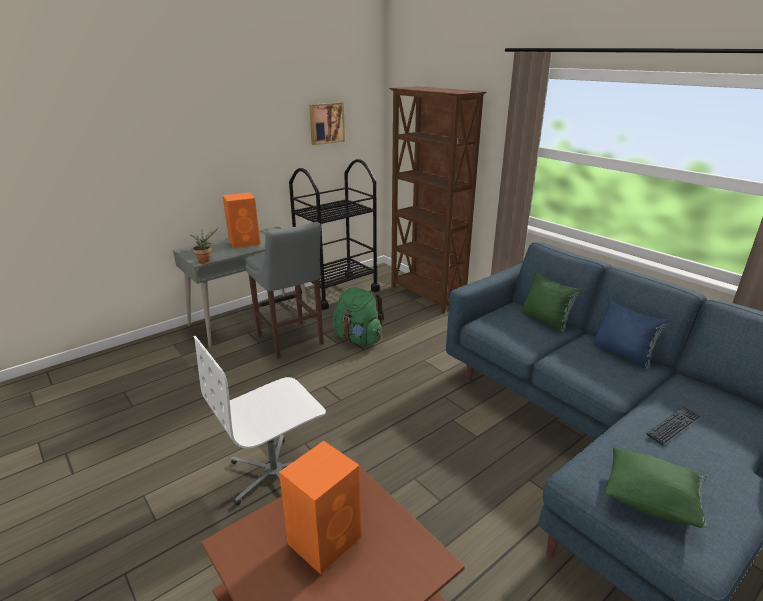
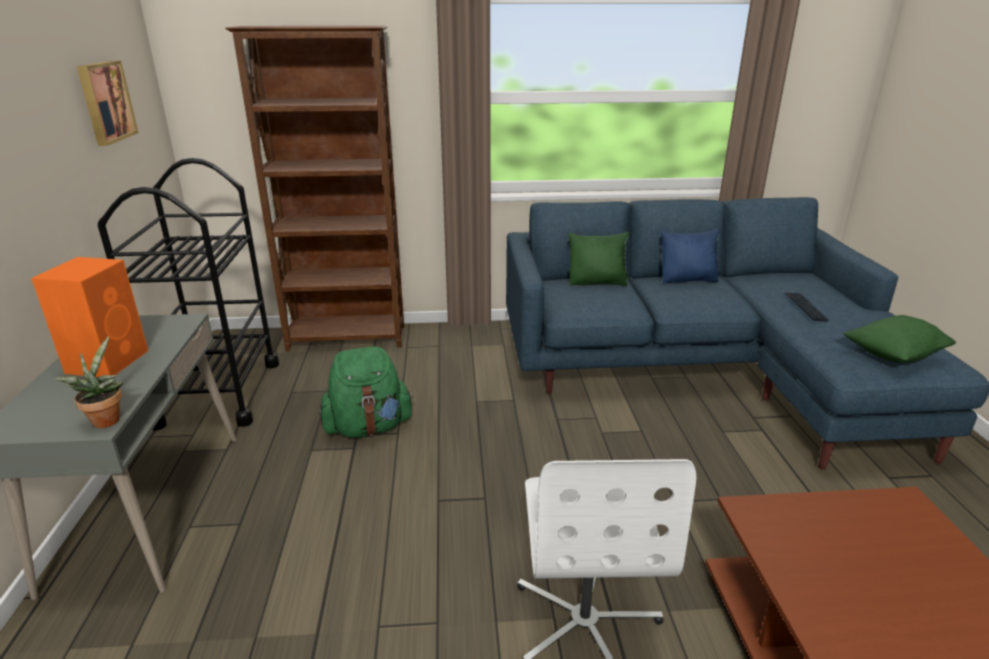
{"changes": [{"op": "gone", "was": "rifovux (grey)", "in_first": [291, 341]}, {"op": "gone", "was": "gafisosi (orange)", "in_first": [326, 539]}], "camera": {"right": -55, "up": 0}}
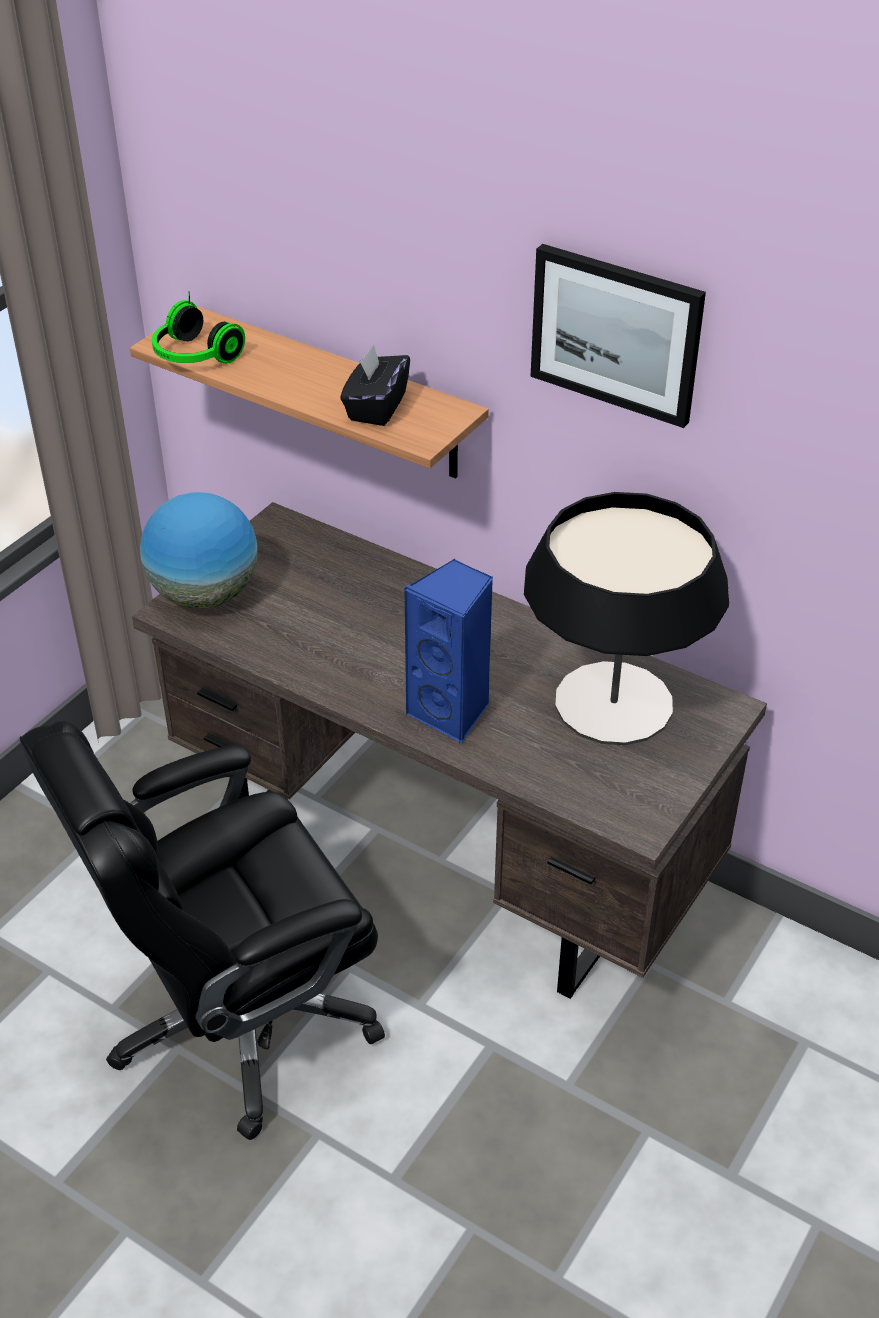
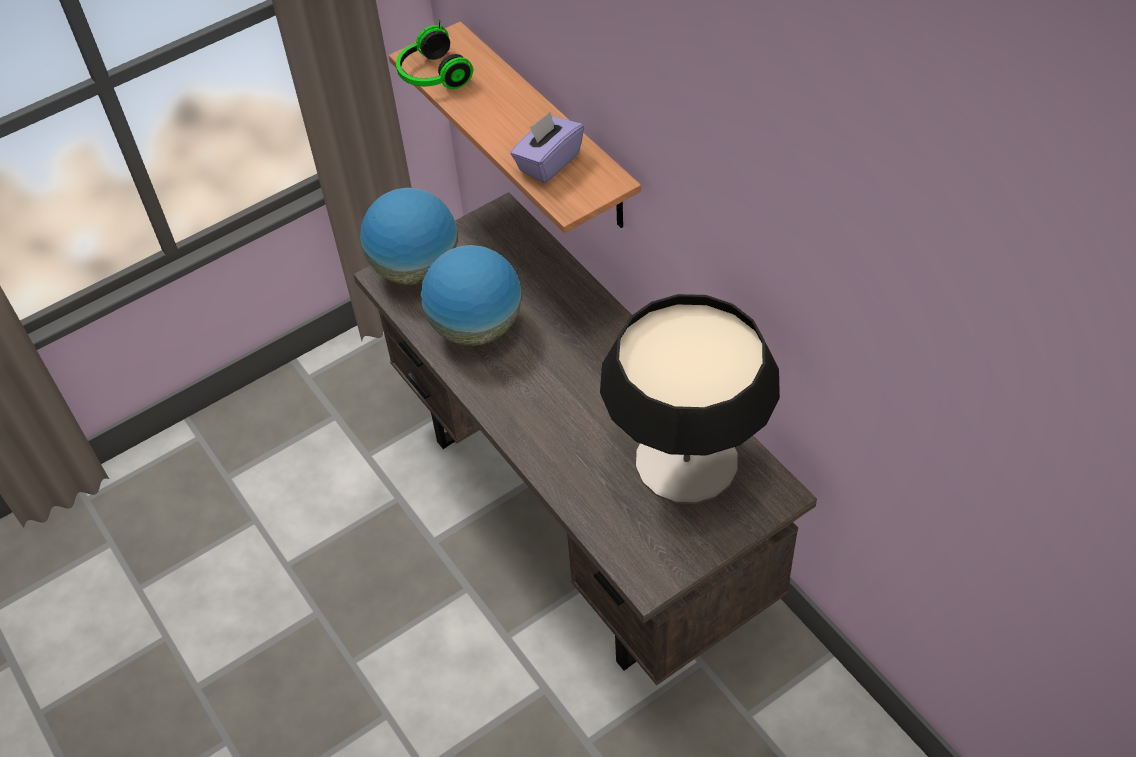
{"changes": [{"op": "gone", "was": "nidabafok", "in_first": [616, 333]}, {"op": "repainted", "was": "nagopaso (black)", "now": "nagopaso (purple)", "in_first": [376, 407], "in_second": [548, 162]}, {"op": "gone", "was": "gafisosi (blue)", "in_first": [452, 712]}, {"op": "gone", "was": "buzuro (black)", "in_first": [237, 1020]}, {"op": "new", "now": "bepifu", "in_second": [476, 328]}], "camera": {"right": 25, "up": 10}}
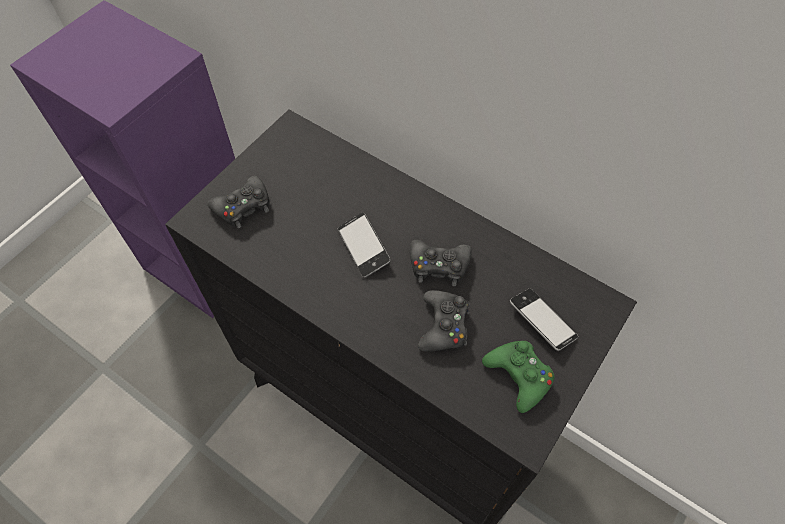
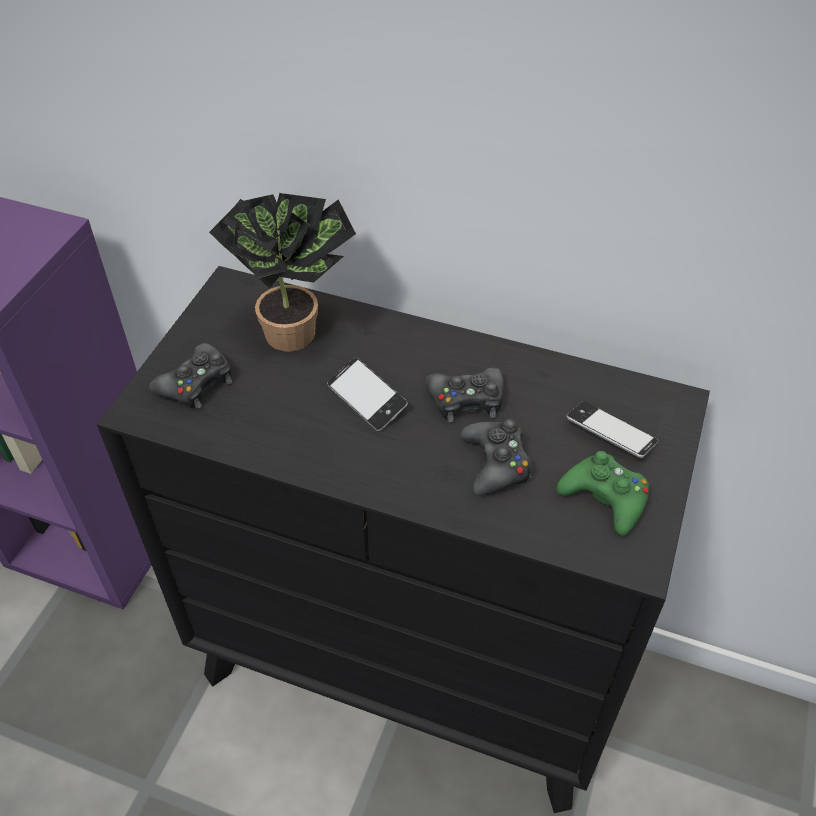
{"changes": [{"op": "new", "now": "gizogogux", "in_second": [297, 330]}], "camera": {"right": -15, "up": -10}}
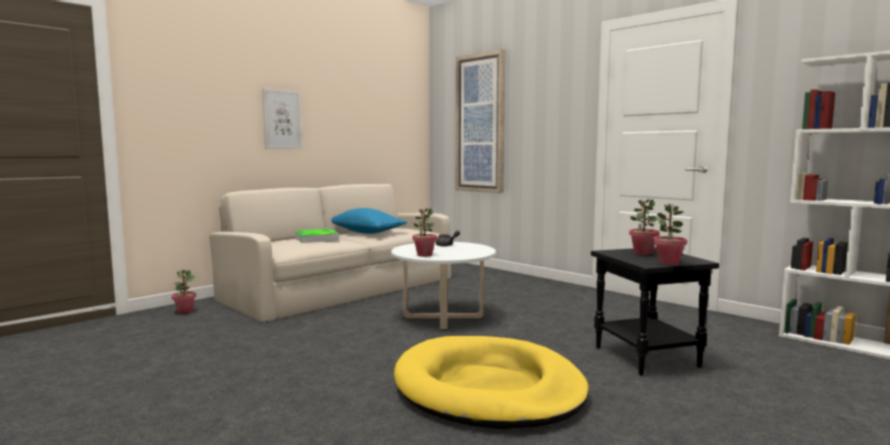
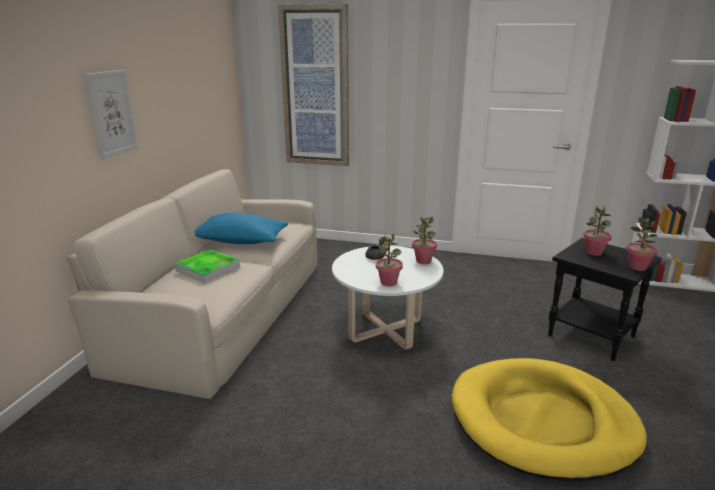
{"changes": [{"op": "shifted", "was": "gizogogux", "in_first": [185, 311], "in_second": [423, 261]}], "camera": {"right": -30, "up": 15}}
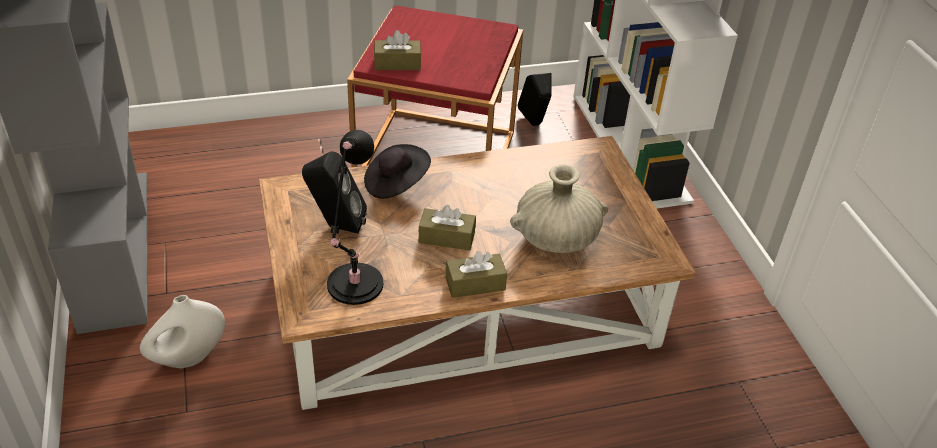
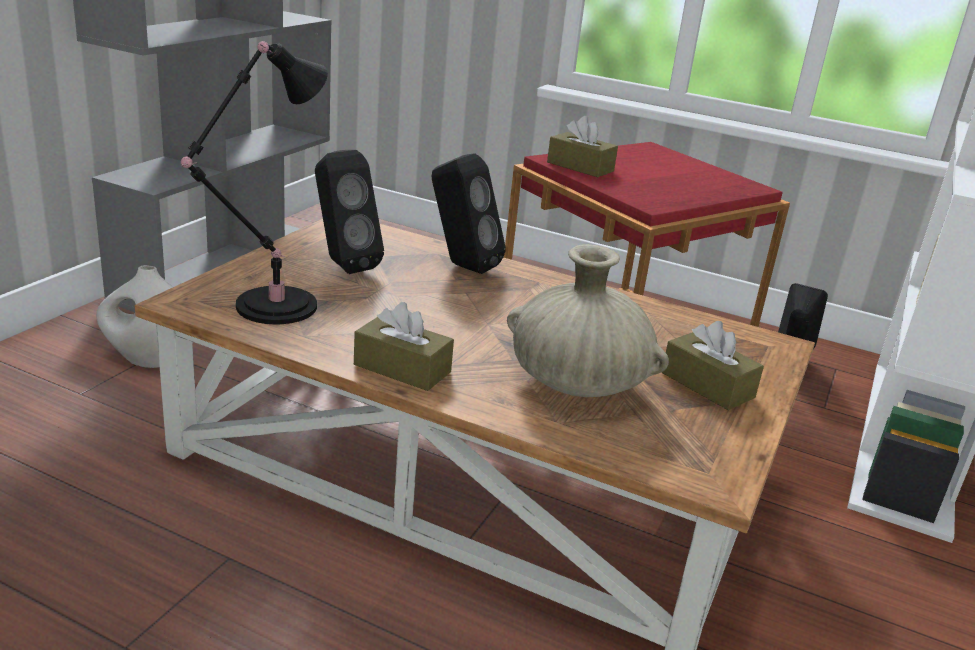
{"changes": [{"op": "swapped", "was": "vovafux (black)", "now": "gafisosi (black)", "in_first": [396, 184], "in_second": [461, 265]}, {"op": "shifted", "was": "nagopaso (brown)", "in_first": [446, 237], "in_second": [707, 385]}], "camera": {"right": 40, "up": -15}}
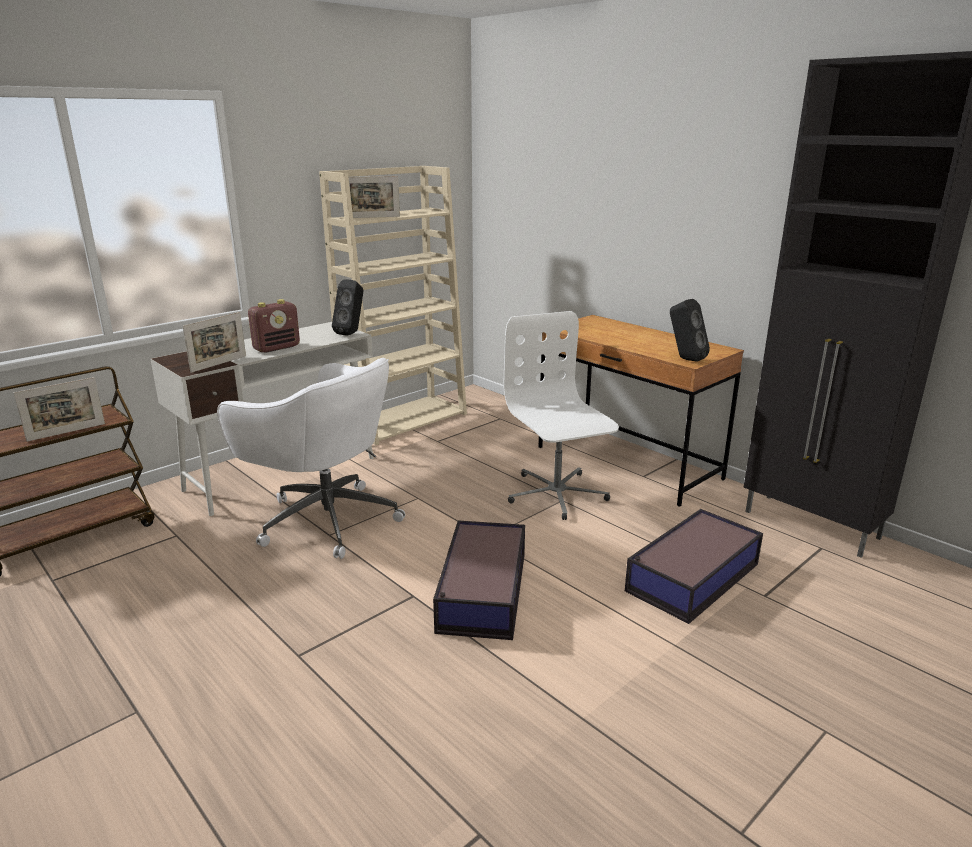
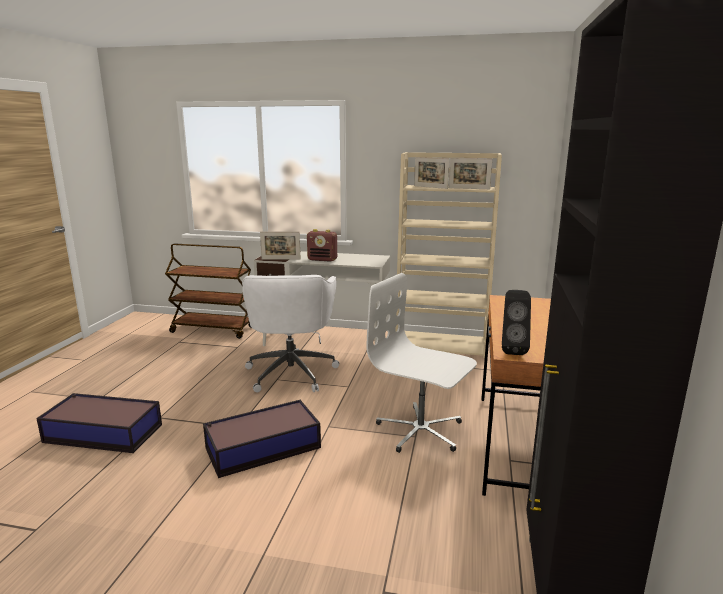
{"changes": [{"op": "gone", "was": "gafisosi (black)", "in_first": [352, 333]}, {"op": "rotated", "was": "buzuro (white)", "in_first": [556, 494], "in_second": [420, 431], "clockwise": -90}, {"op": "shifted", "was": "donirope", "in_first": [66, 432], "in_second": [469, 188]}, {"op": "shifted", "was": "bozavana", "in_first": [691, 578], "in_second": [102, 433]}], "camera": {"right": 55, "up": -5}}
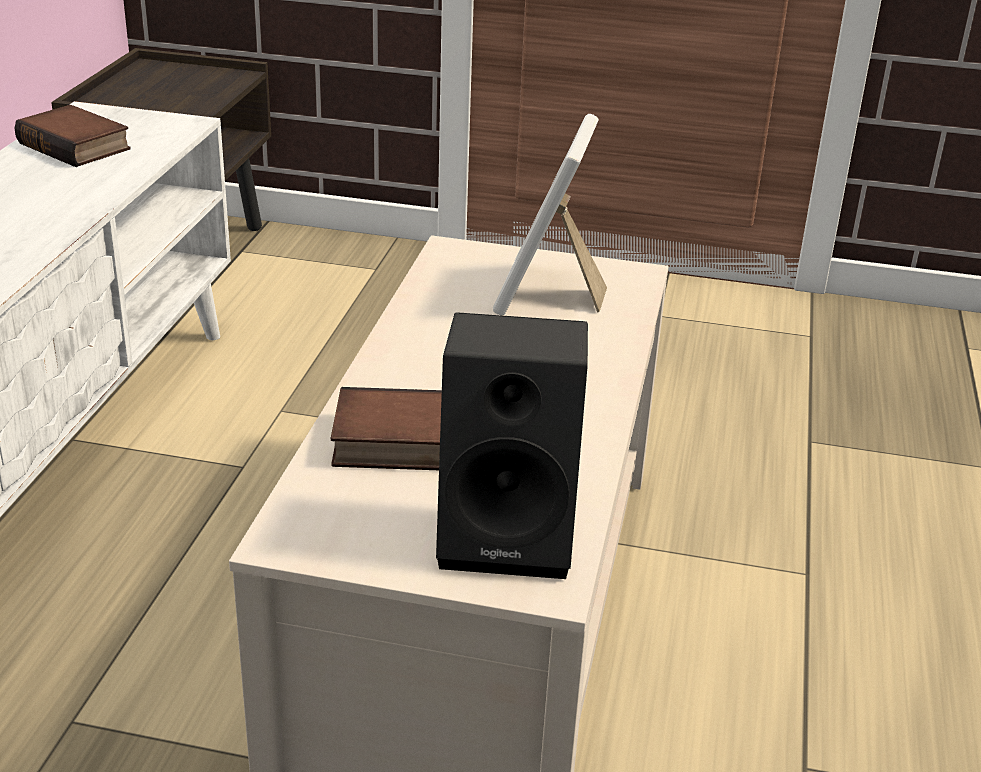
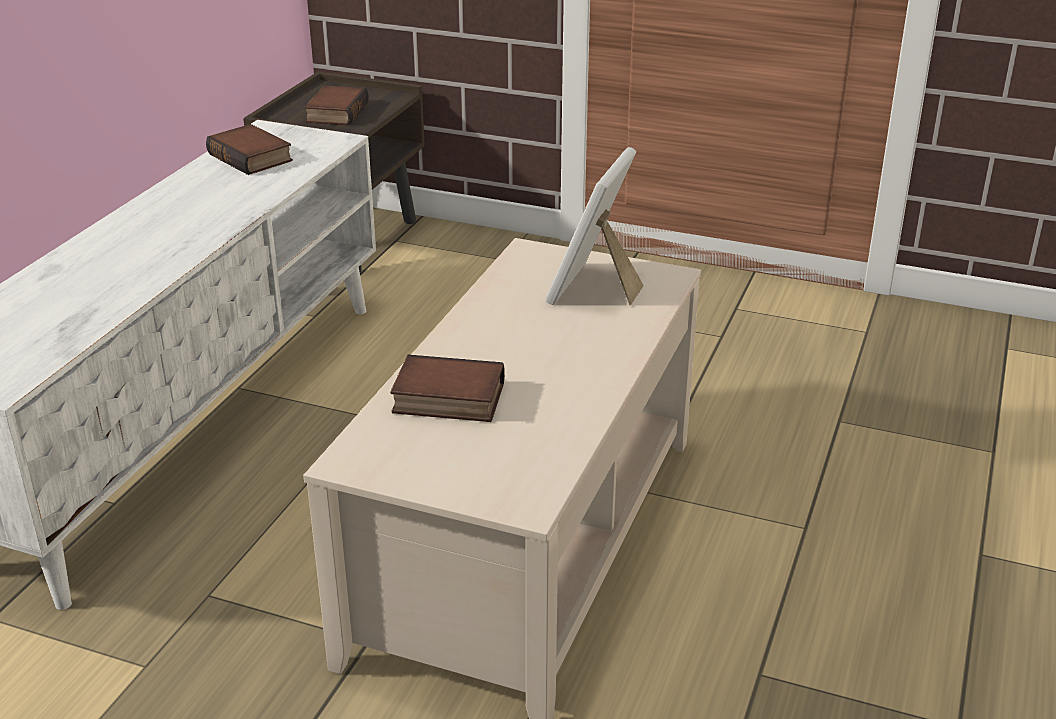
{"changes": [{"op": "gone", "was": "gafisosi (black)", "in_first": [511, 534]}, {"op": "new", "now": "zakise", "in_second": [335, 112]}], "camera": {"right": 10, "up": 0}}
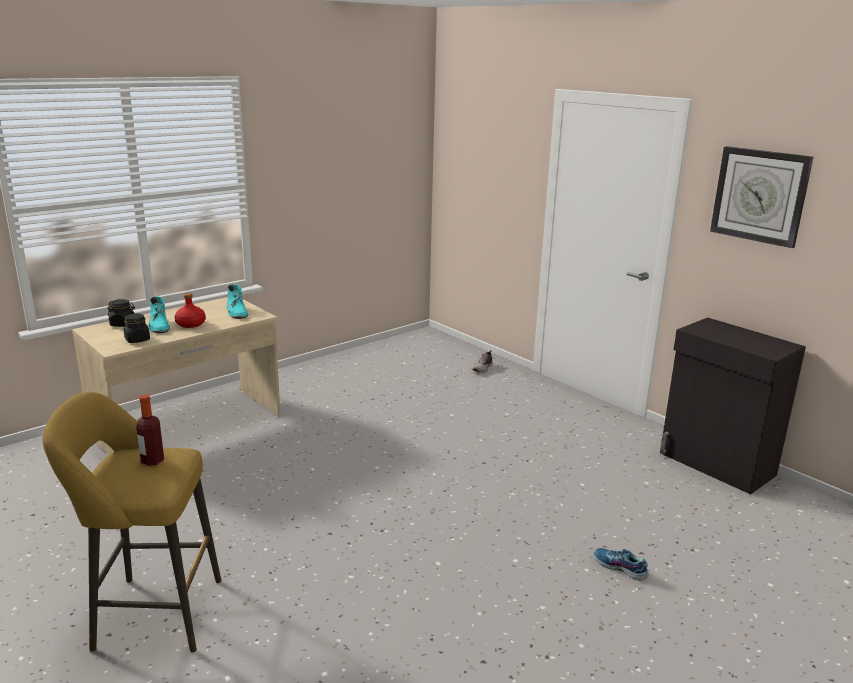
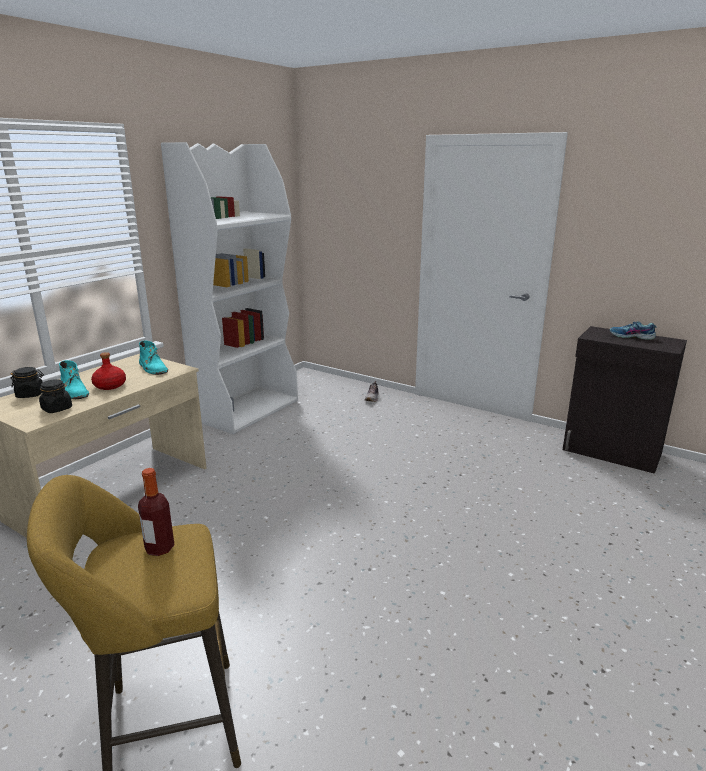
{"changes": [{"op": "gone", "was": "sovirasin", "in_first": [760, 196]}, {"op": "shifted", "was": "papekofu", "in_first": [619, 568], "in_second": [631, 336]}, {"op": "new", "now": "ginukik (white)", "in_second": [247, 409]}], "camera": {"right": -15, "up": 0}}
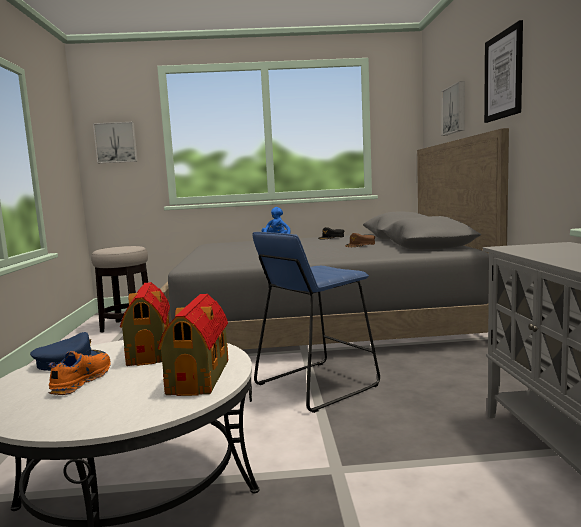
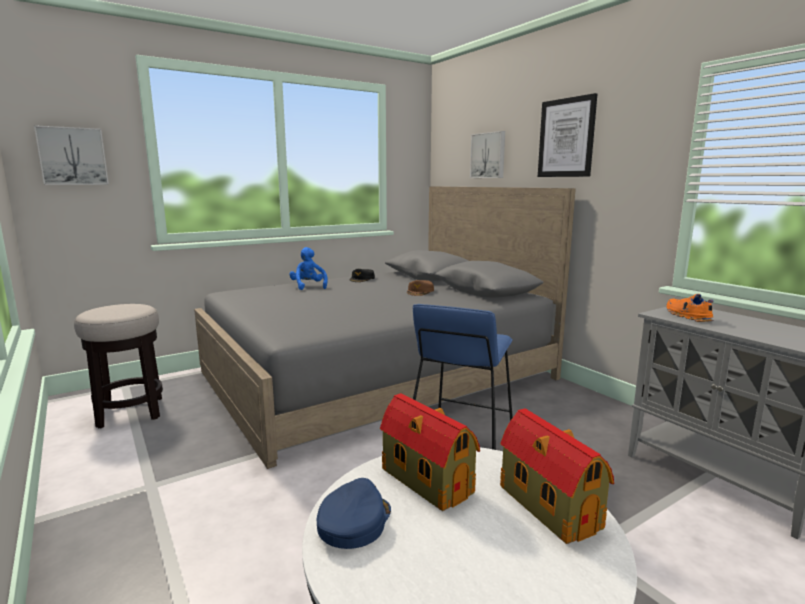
{"changes": [{"op": "shifted", "was": "papekofu (orange)", "in_first": [80, 382], "in_second": [687, 316]}], "camera": {"right": -30, "up": 5}}
